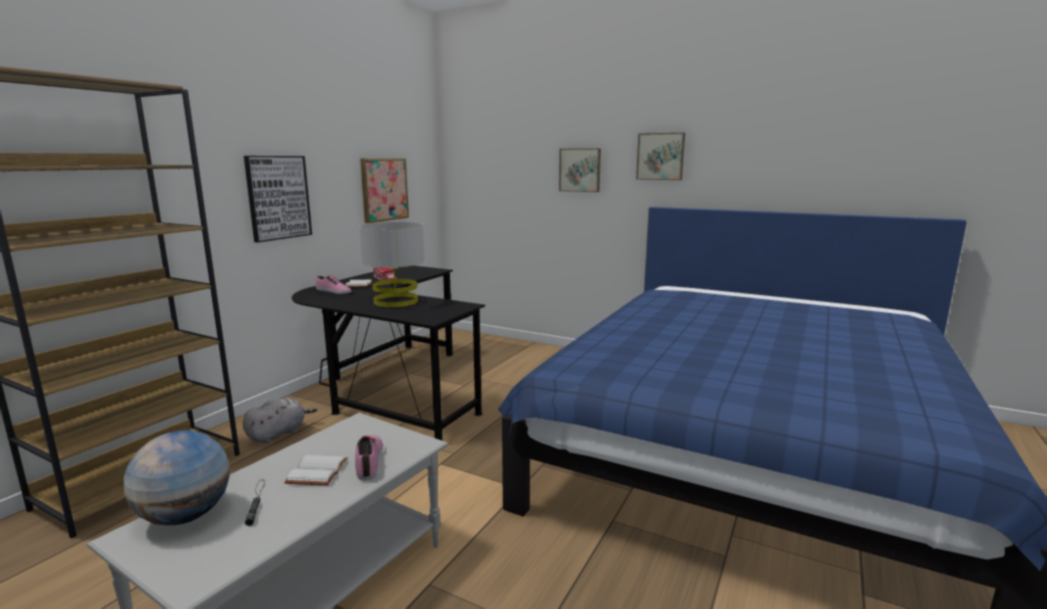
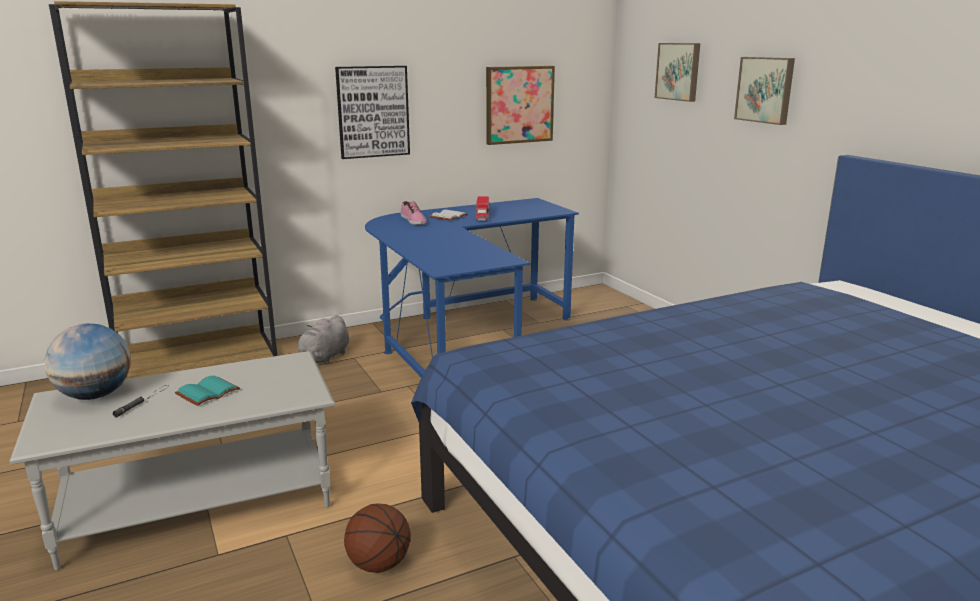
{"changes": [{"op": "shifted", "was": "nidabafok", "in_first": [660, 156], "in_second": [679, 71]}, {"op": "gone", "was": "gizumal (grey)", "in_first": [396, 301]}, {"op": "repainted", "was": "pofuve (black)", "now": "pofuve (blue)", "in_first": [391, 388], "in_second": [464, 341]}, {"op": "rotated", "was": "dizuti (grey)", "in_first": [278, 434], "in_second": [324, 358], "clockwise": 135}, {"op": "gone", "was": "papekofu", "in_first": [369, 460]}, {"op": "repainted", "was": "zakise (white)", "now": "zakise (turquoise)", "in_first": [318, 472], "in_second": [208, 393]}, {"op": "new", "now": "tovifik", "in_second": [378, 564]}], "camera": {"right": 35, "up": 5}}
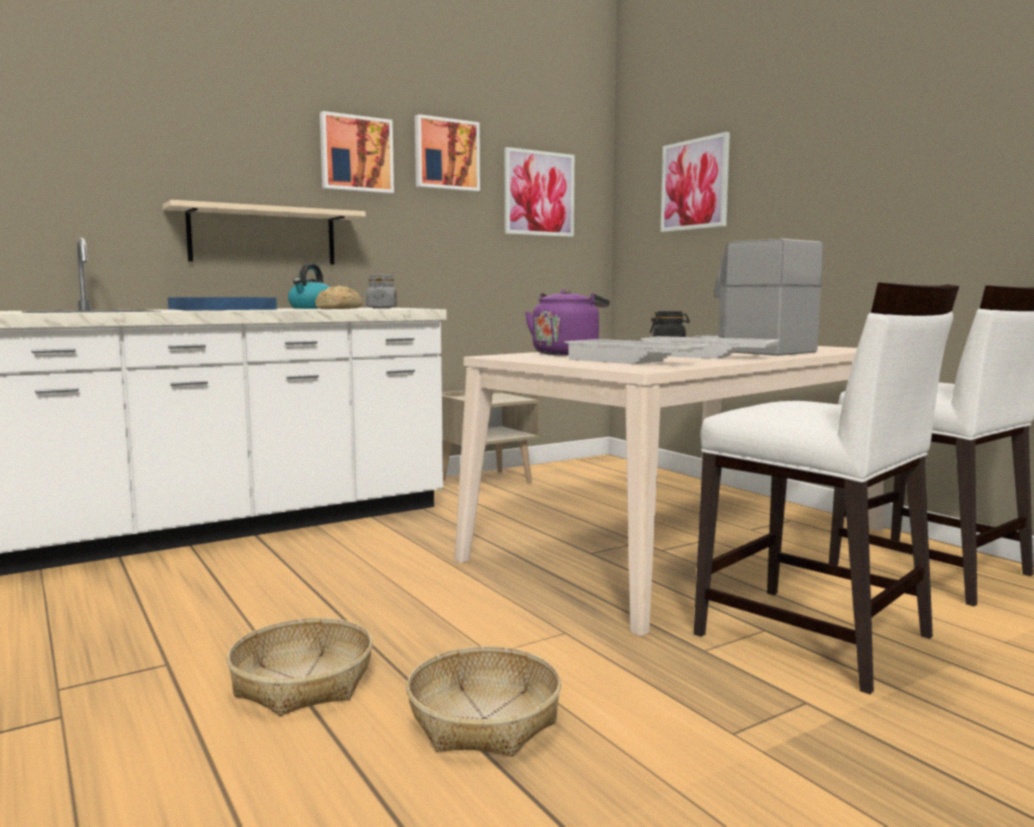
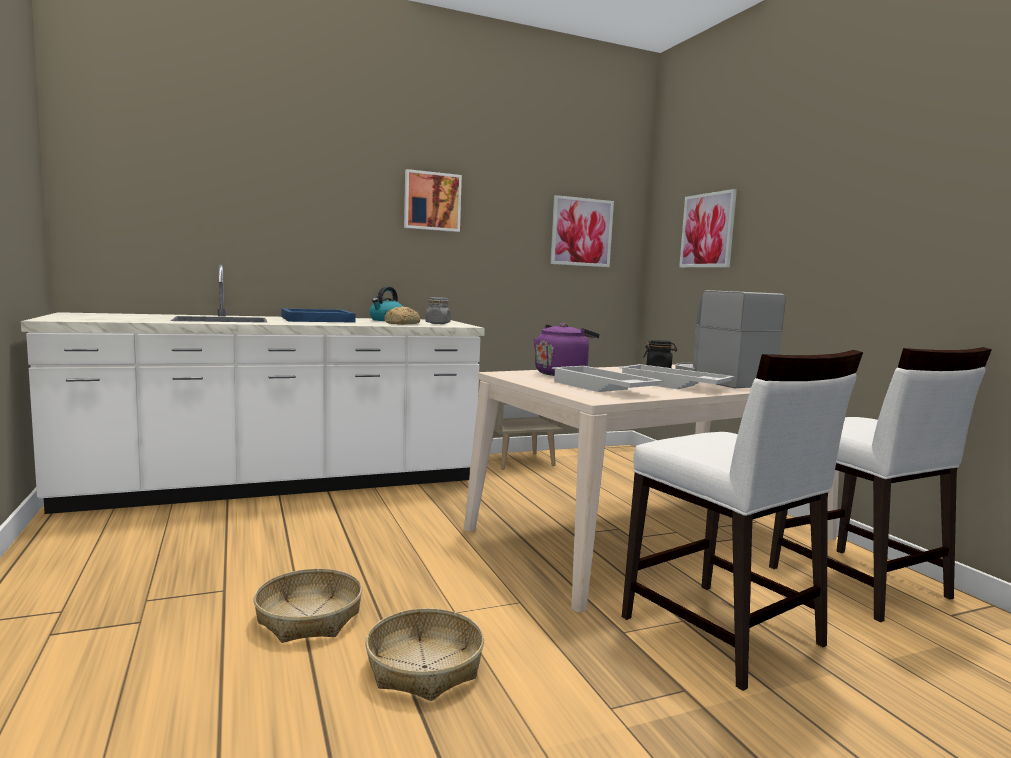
{"changes": [{"op": "gone", "was": "nidabafok", "in_first": [446, 154]}, {"op": "gone", "was": "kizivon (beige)", "in_first": [263, 236]}], "camera": {"right": 10, "up": 0}}
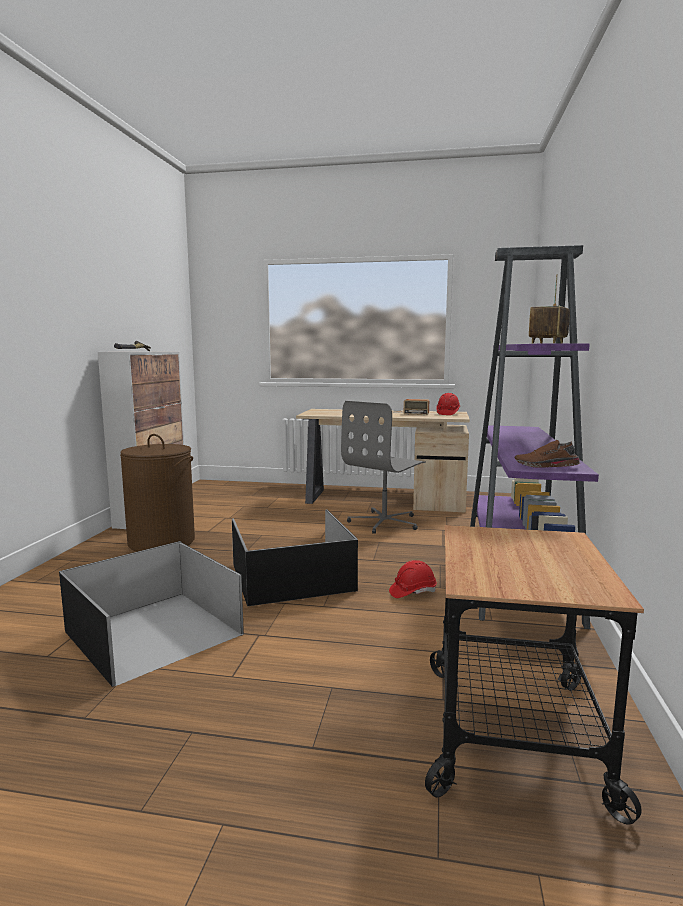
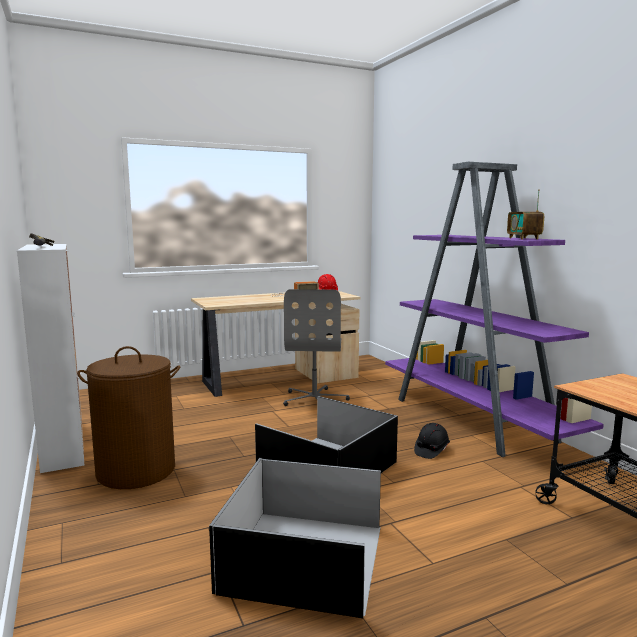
{"changes": [{"op": "gone", "was": "papekofu (brown)", "in_first": [546, 466]}, {"op": "repainted", "was": "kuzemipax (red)", "now": "kuzemipax (black)", "in_first": [412, 592], "in_second": [431, 450]}], "camera": {"right": -35, "up": 0}}
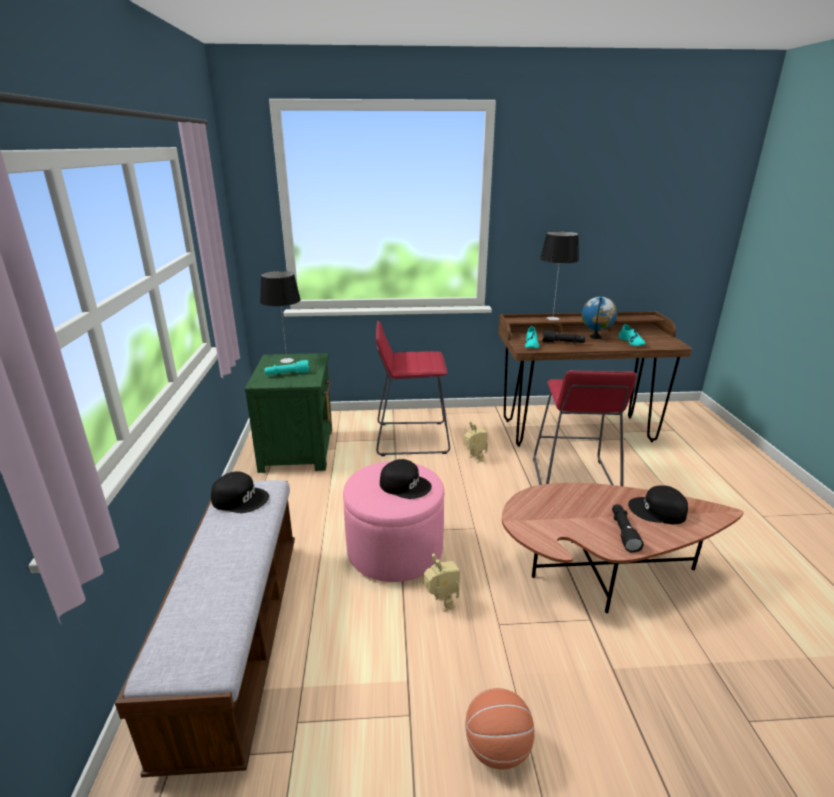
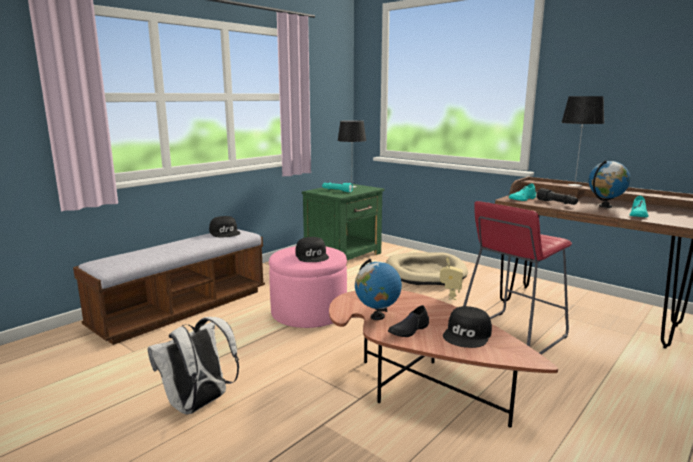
{"changes": [{"op": "swapped", "was": "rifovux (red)", "now": "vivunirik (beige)", "in_first": [411, 438], "in_second": [425, 272]}, {"op": "rotated", "was": "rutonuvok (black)", "in_first": [657, 511], "in_second": [468, 334], "clockwise": -120}, {"op": "swapped", "was": "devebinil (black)", "now": "papekofu (black)", "in_first": [623, 532], "in_second": [409, 330]}, {"op": "gone", "was": "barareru", "in_first": [441, 604]}, {"op": "swapped", "was": "tovifik", "now": "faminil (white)", "in_first": [497, 748], "in_second": [198, 405]}, {"op": "new", "now": "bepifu", "in_second": [377, 317]}], "camera": {"right": 45, "up": -10}}
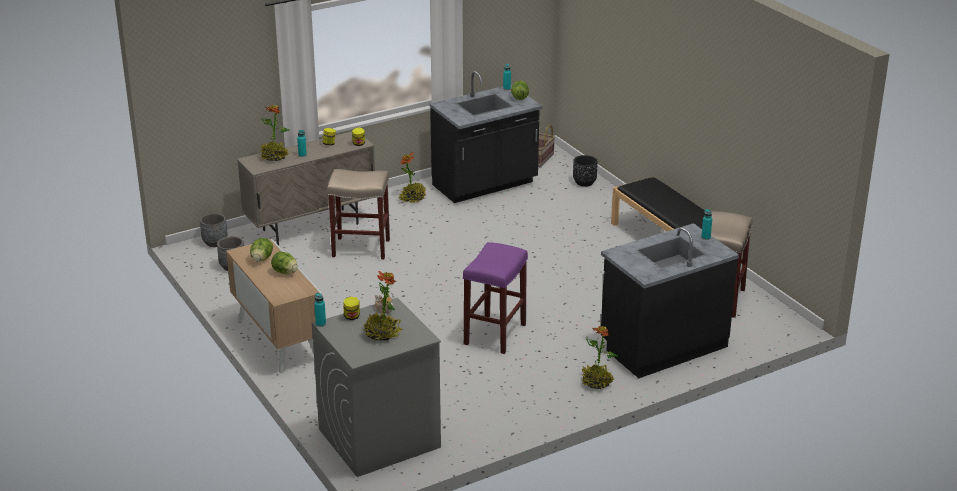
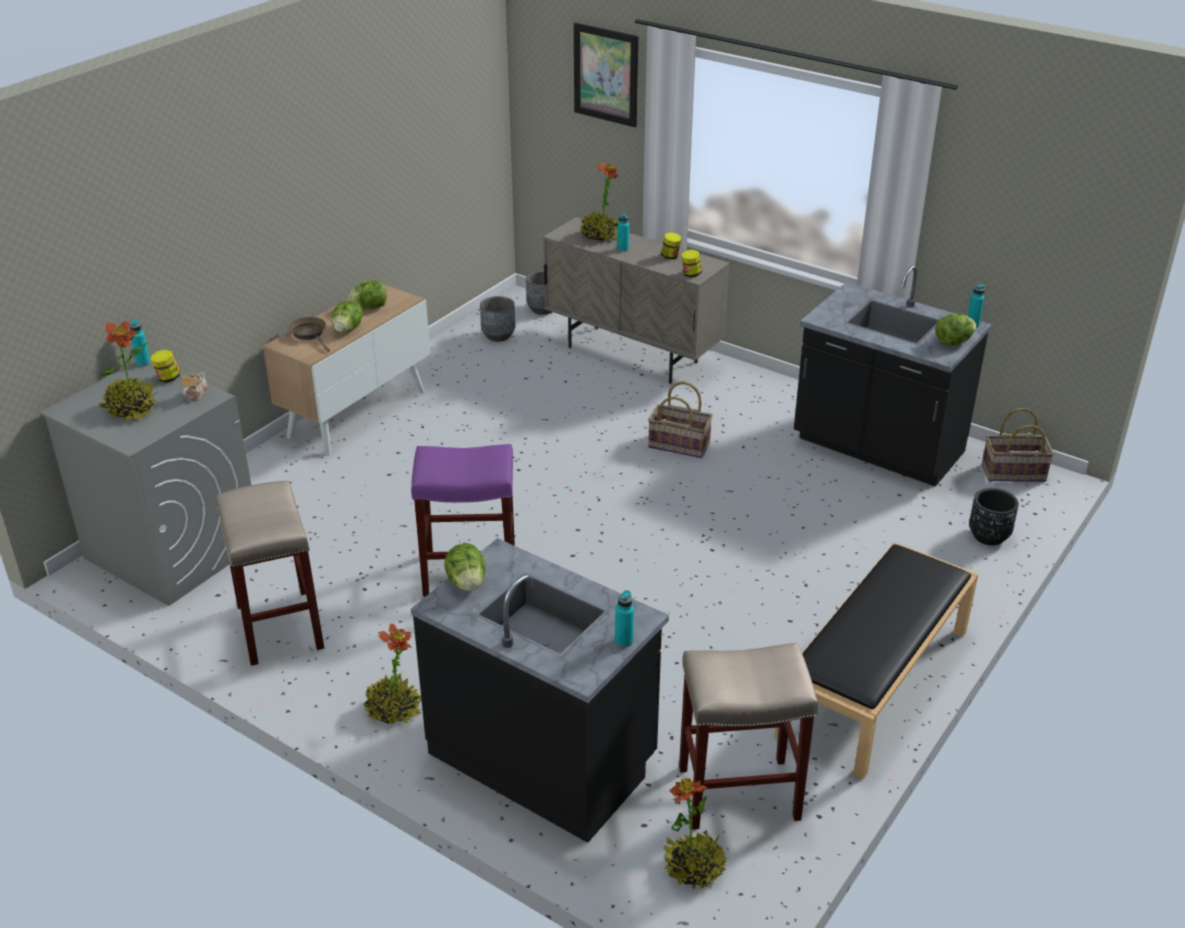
{"changes": [{"op": "shifted", "was": "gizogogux", "in_first": [412, 198], "in_second": [694, 867]}, {"op": "shifted", "was": "rifovux (beige)", "in_first": [360, 248], "in_second": [279, 626]}, {"op": "new", "now": "nidabafok", "in_second": [606, 74]}, {"op": "new", "now": "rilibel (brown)", "in_second": [309, 334]}, {"op": "new", "now": "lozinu", "in_second": [679, 444]}, {"op": "new", "now": "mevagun", "in_second": [467, 583]}], "camera": {"right": 65, "up": 5}}
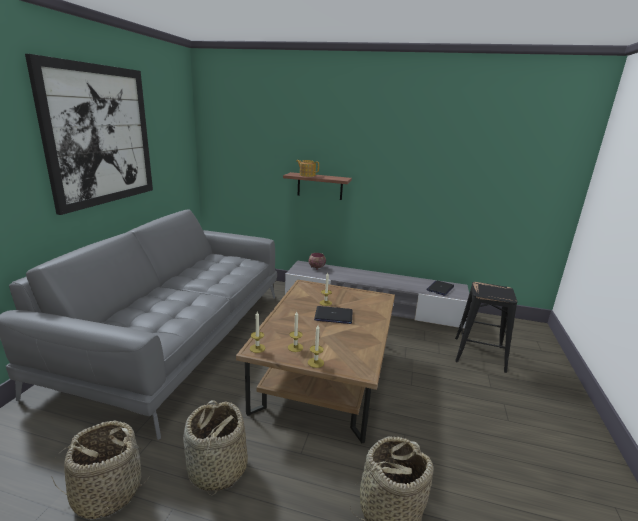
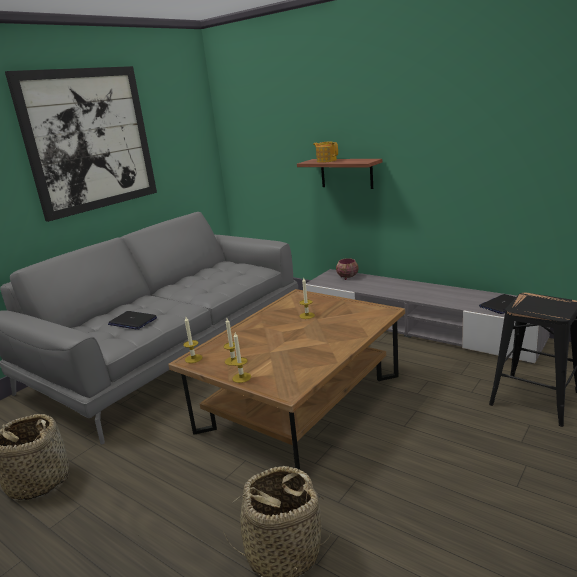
{"changes": [{"op": "shifted", "was": "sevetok", "in_first": [333, 316], "in_second": [132, 321]}, {"op": "gone", "was": "lozinu", "in_first": [217, 470]}], "camera": {"right": 25, "up": 0}}
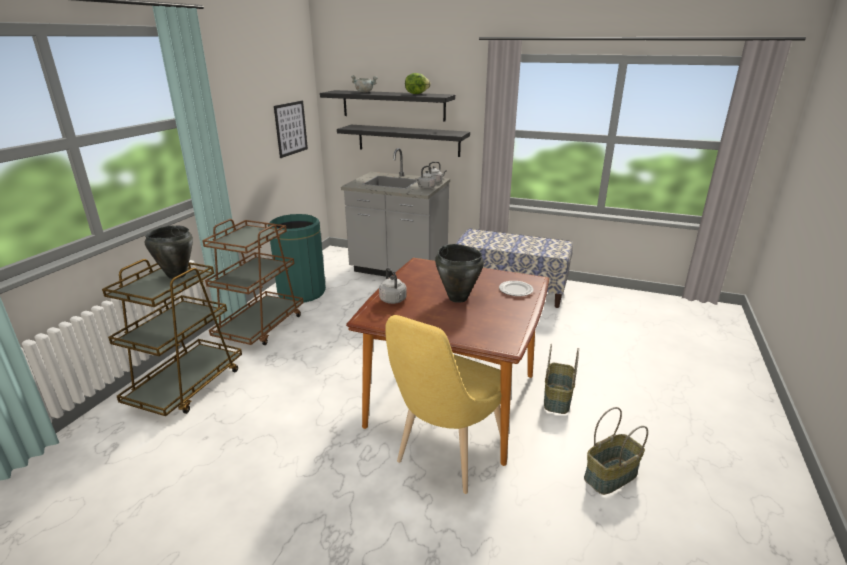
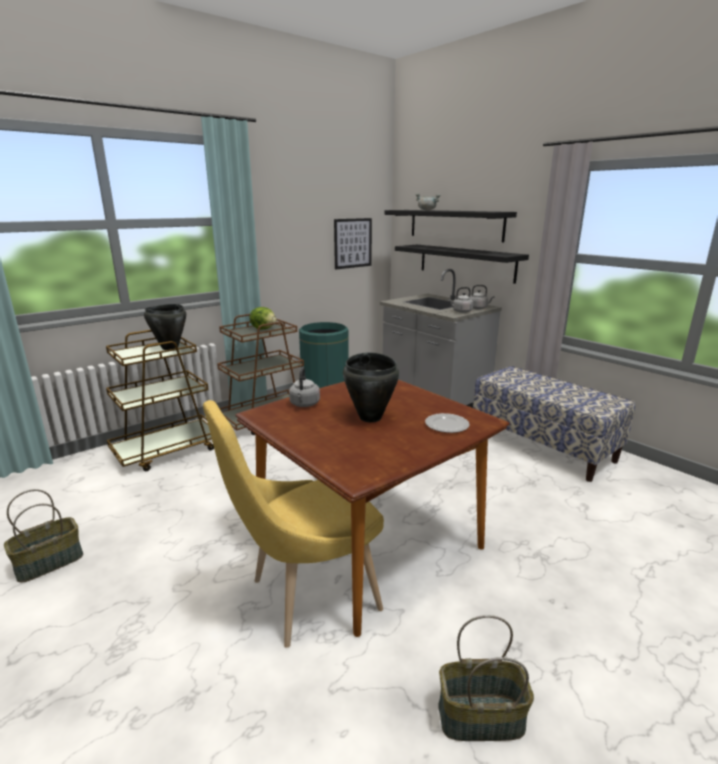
{"changes": [{"op": "shifted", "was": "mevagun", "in_first": [416, 94], "in_second": [264, 328]}, {"op": "shifted", "was": "lozinu", "in_first": [556, 398], "in_second": [50, 562]}], "camera": {"right": 30, "up": -5}}
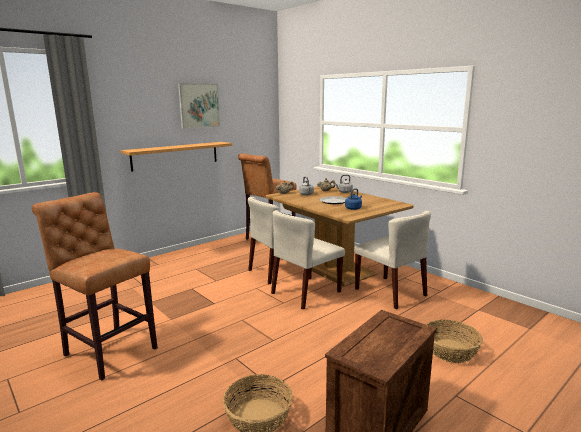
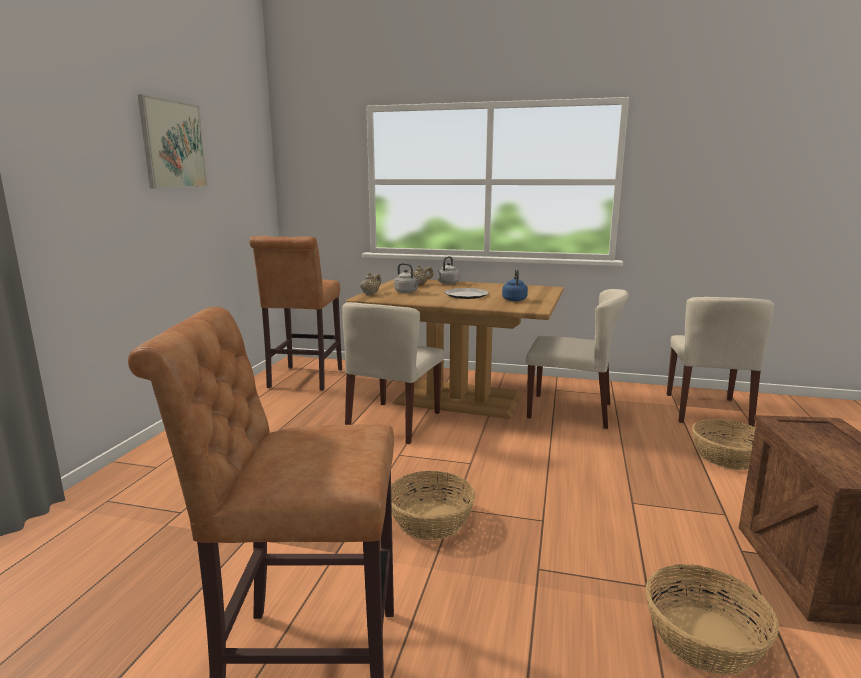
{"changes": [{"op": "gone", "was": "kizivon", "in_first": [175, 155]}, {"op": "shifted", "was": "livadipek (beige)", "in_first": [306, 293], "in_second": [707, 410]}, {"op": "new", "now": "lozinu", "in_second": [430, 520]}], "camera": {"right": -35, "up": 0}}
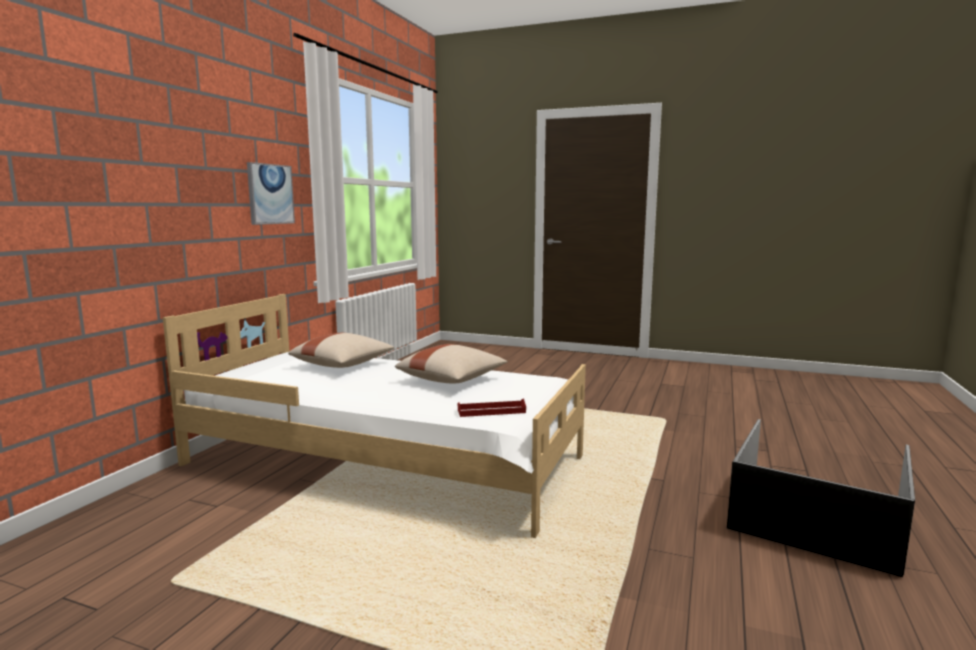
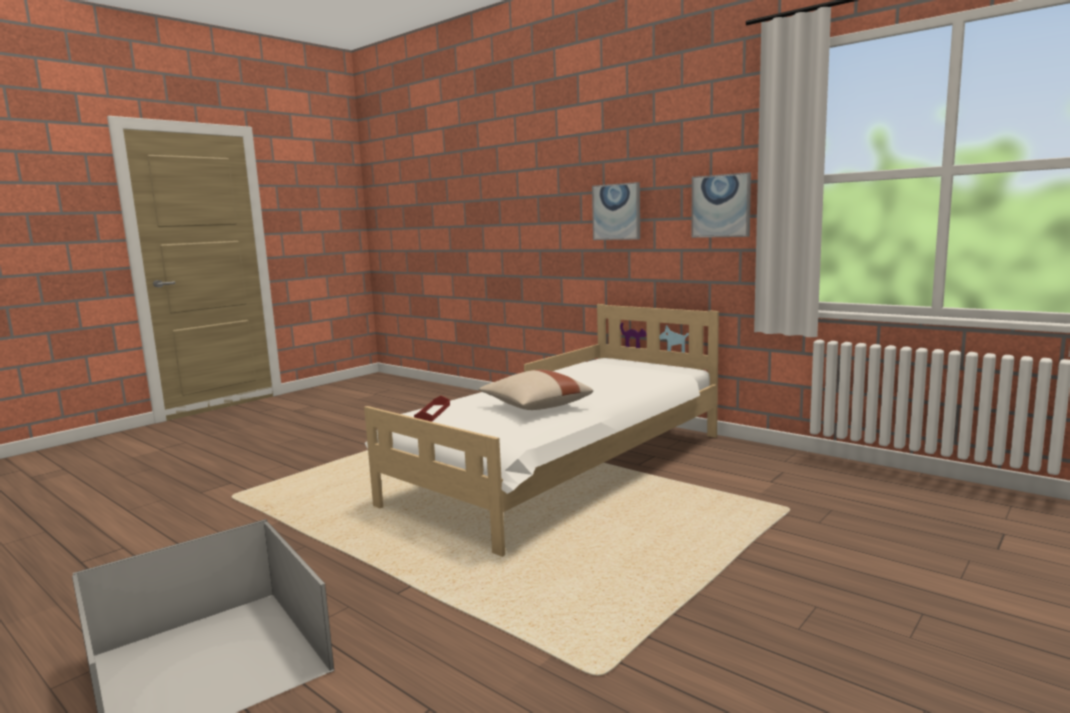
{"changes": [{"op": "gone", "was": "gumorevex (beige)", "in_first": [343, 365]}, {"op": "new", "now": "nidabafok", "in_second": [616, 212]}], "camera": {"right": 110, "up": 0}}
